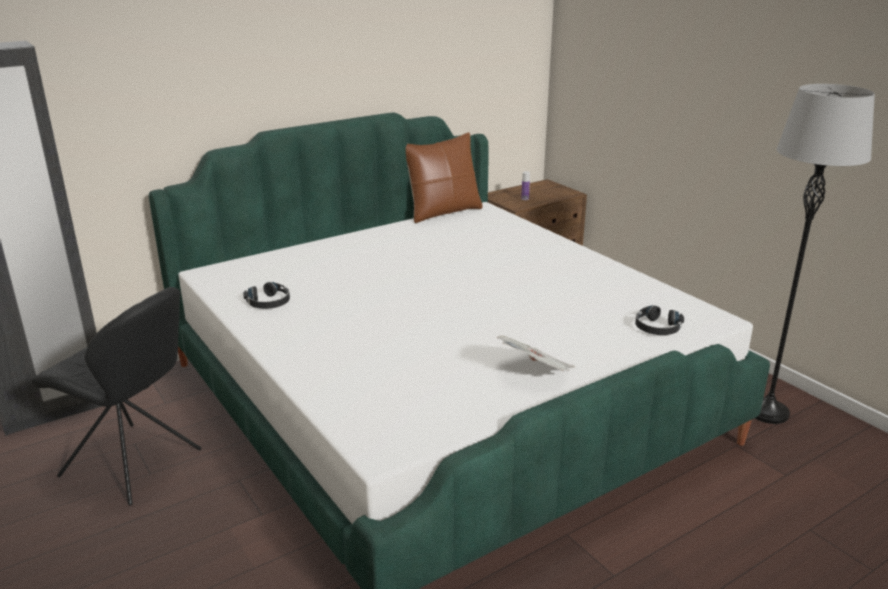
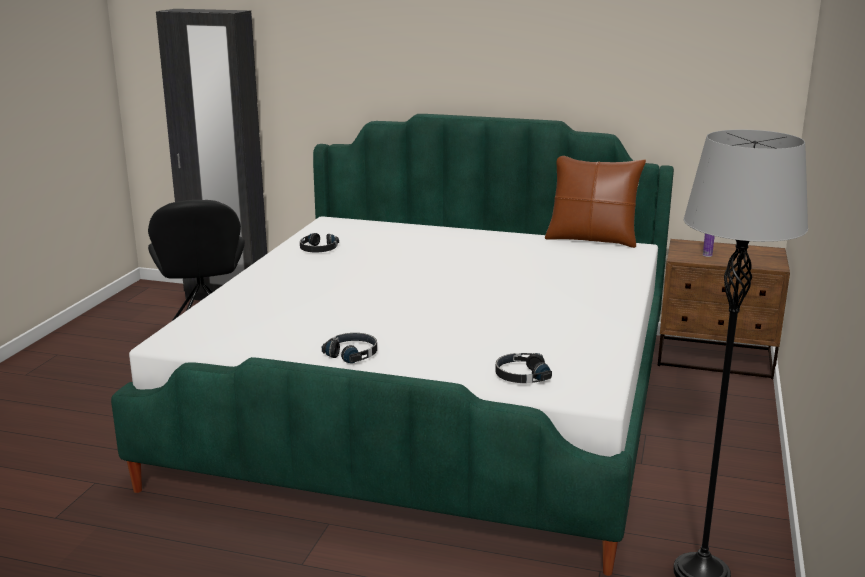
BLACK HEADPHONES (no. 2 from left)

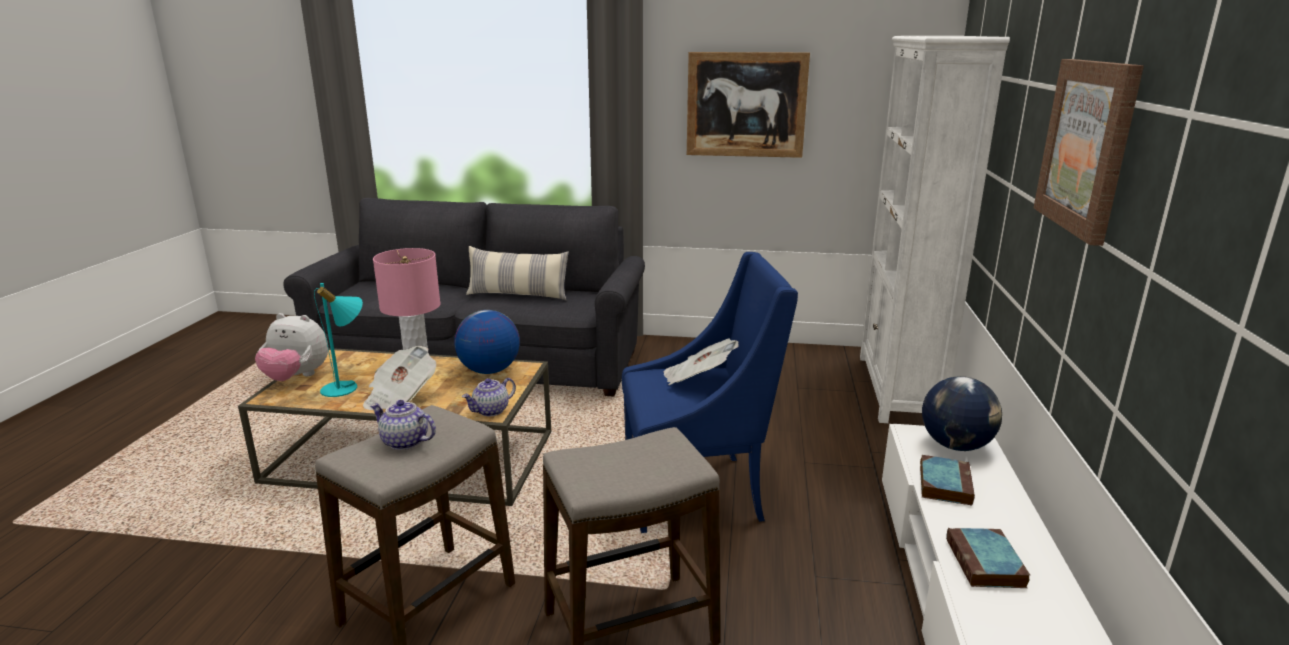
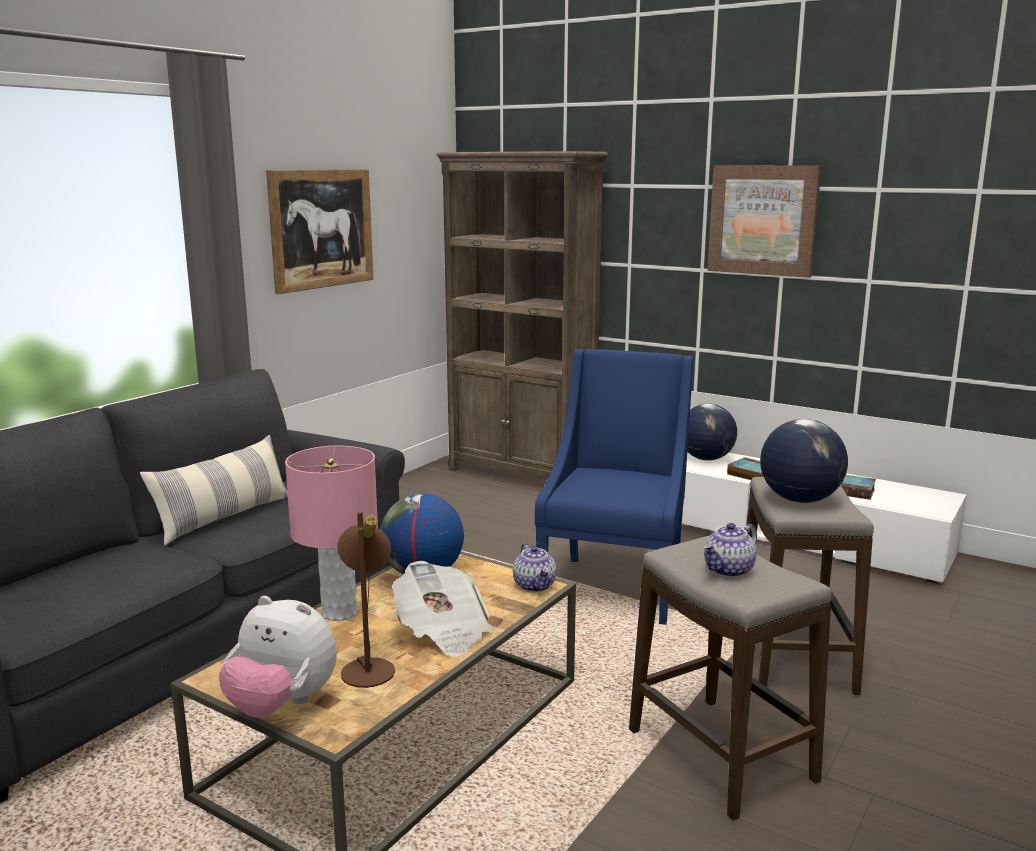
PLUSH TOY
BROWN TABLE LAMP
BROWN BOOKCASE
GLOBE (no. 3 from left)
NEWSPAPER (no. 2 from left in the first image)

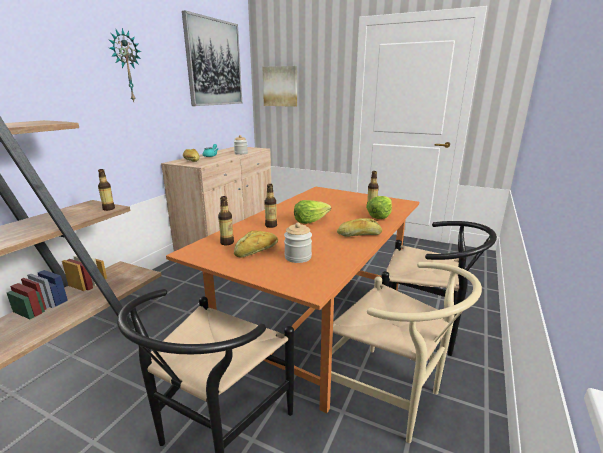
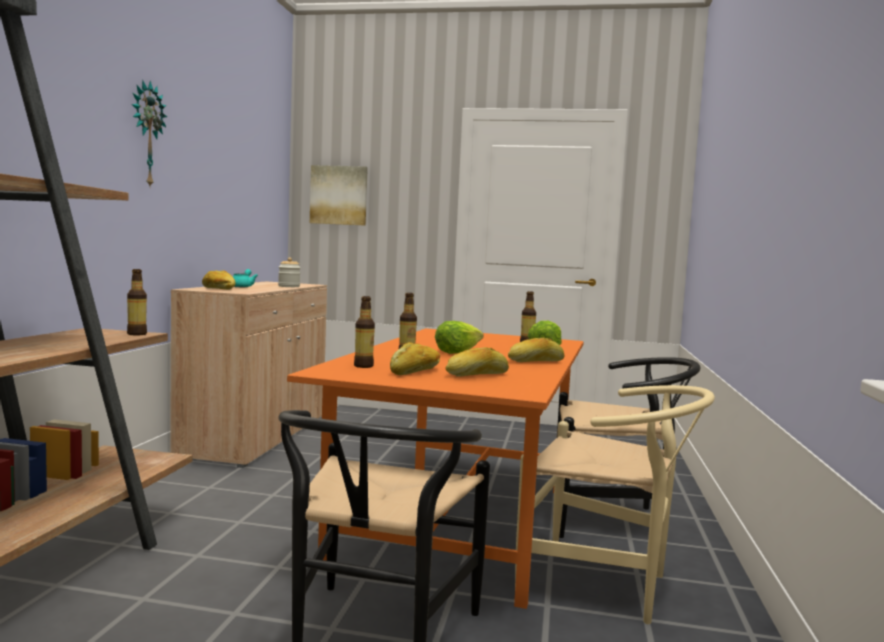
BREAD (no. 3 from left)
PICTURE (no. 1 from left in the first image)

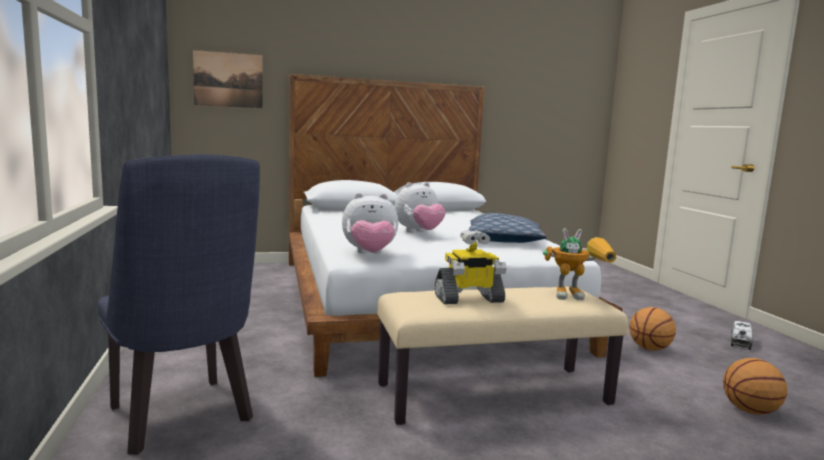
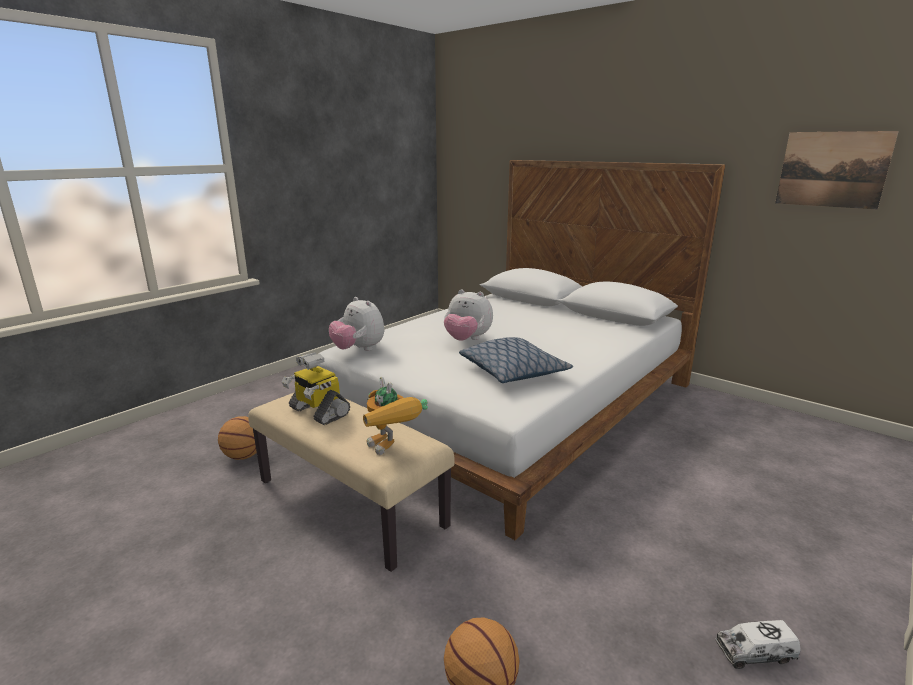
BASKETBALL (no. 1 from left)
PICTURE
BLUE CHAIR

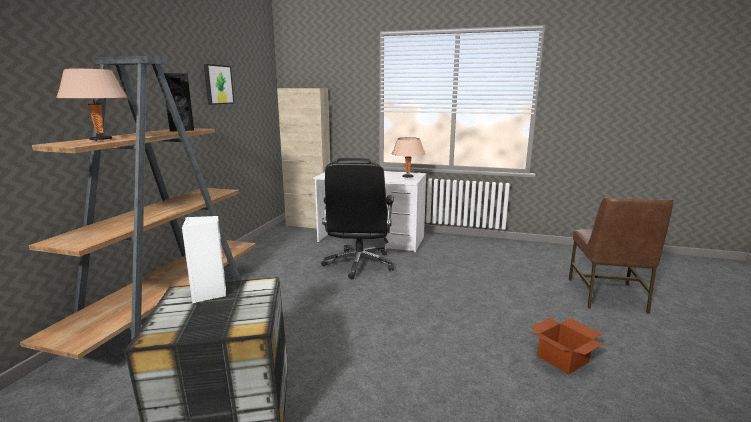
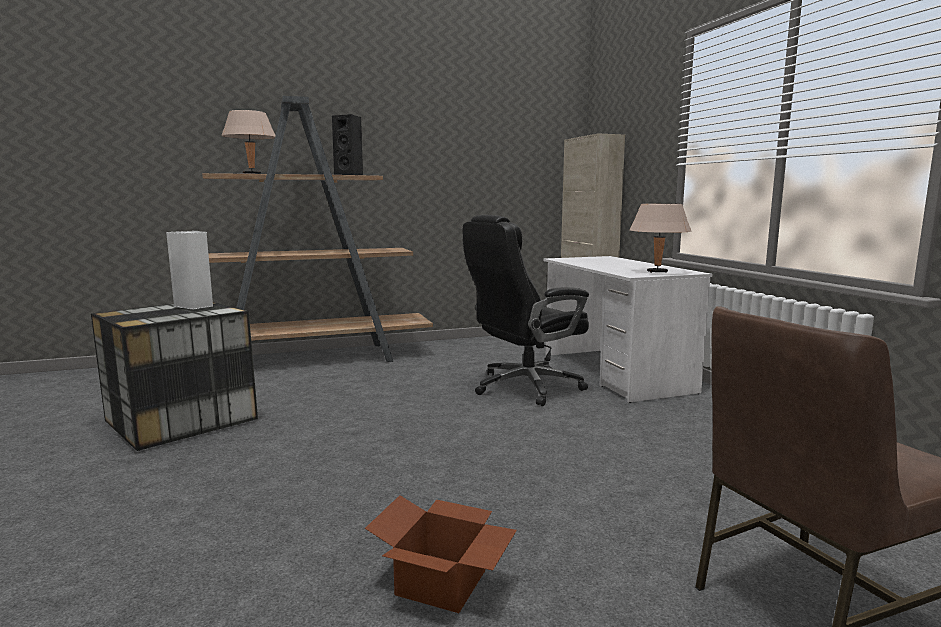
PICTURE

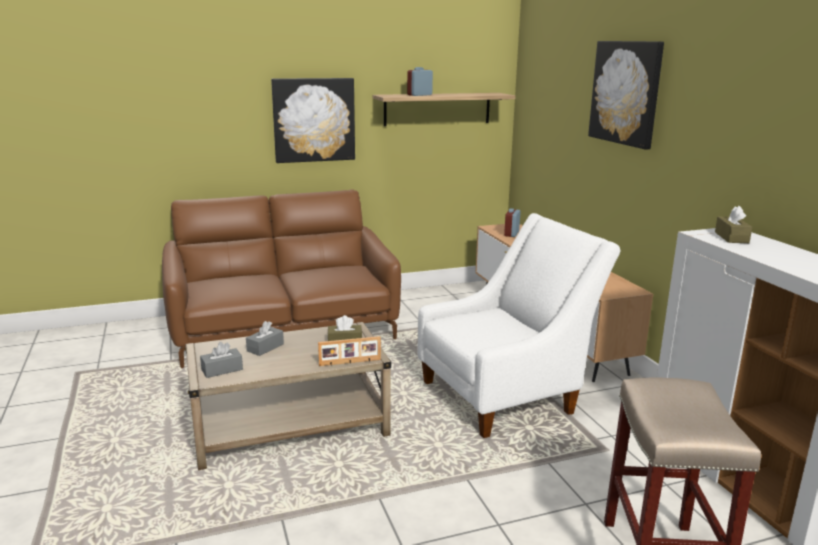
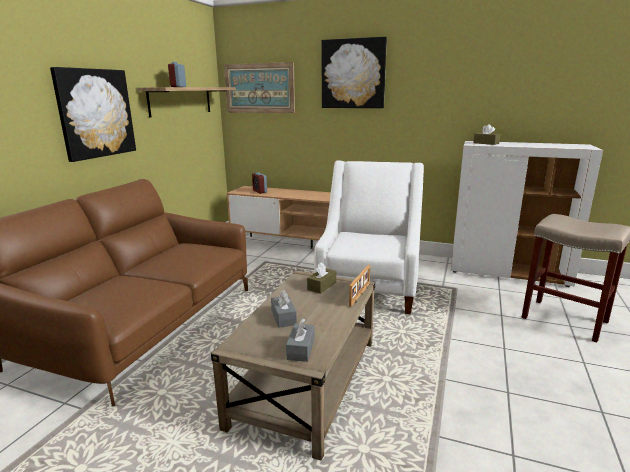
PICTURE (no. 2 from left)

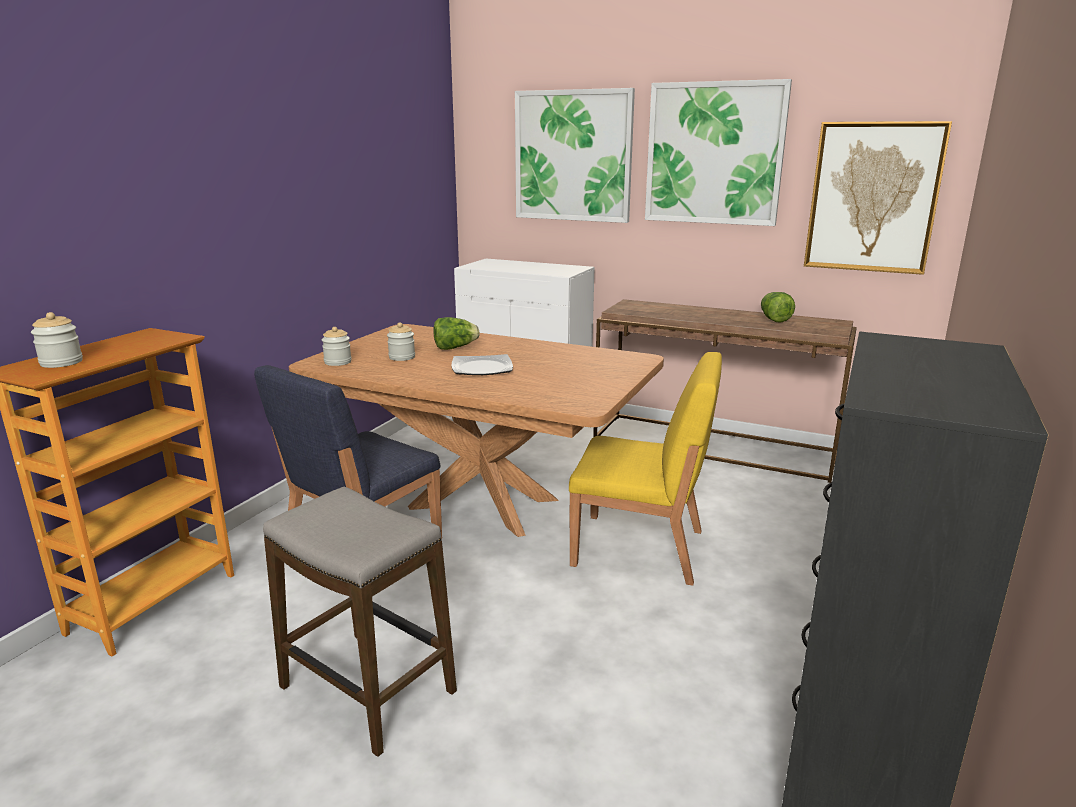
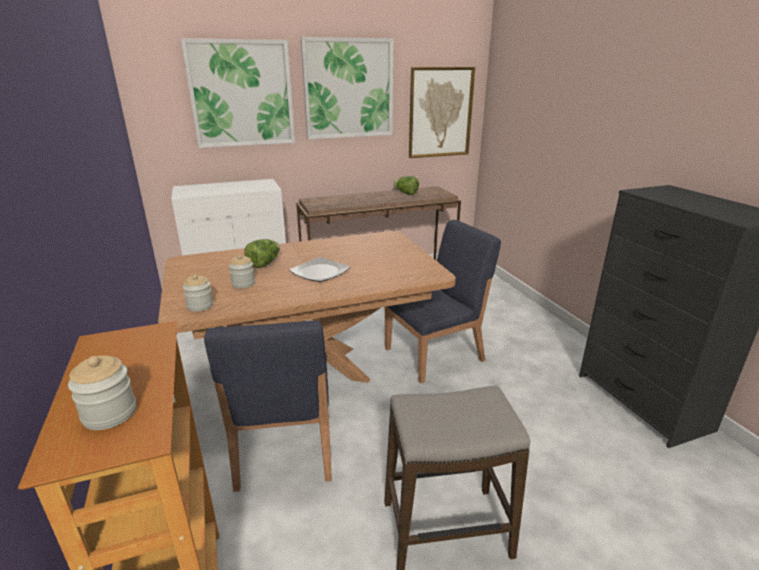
BLUE CHAIR (no. 2 from left)

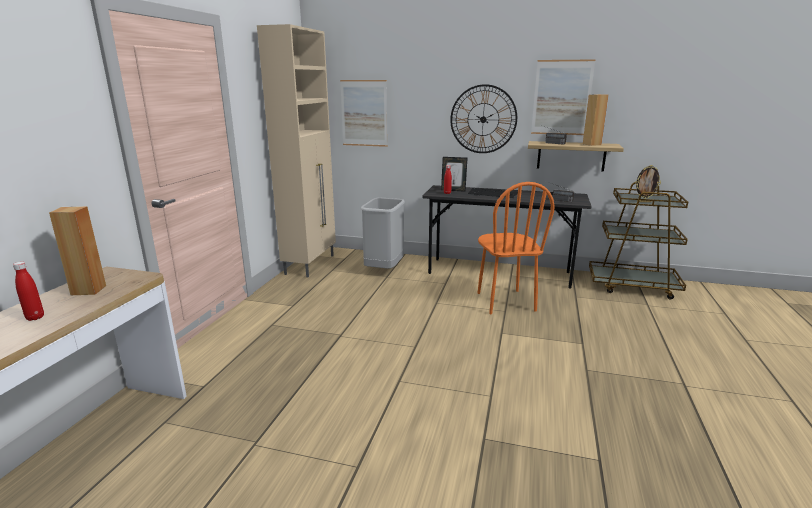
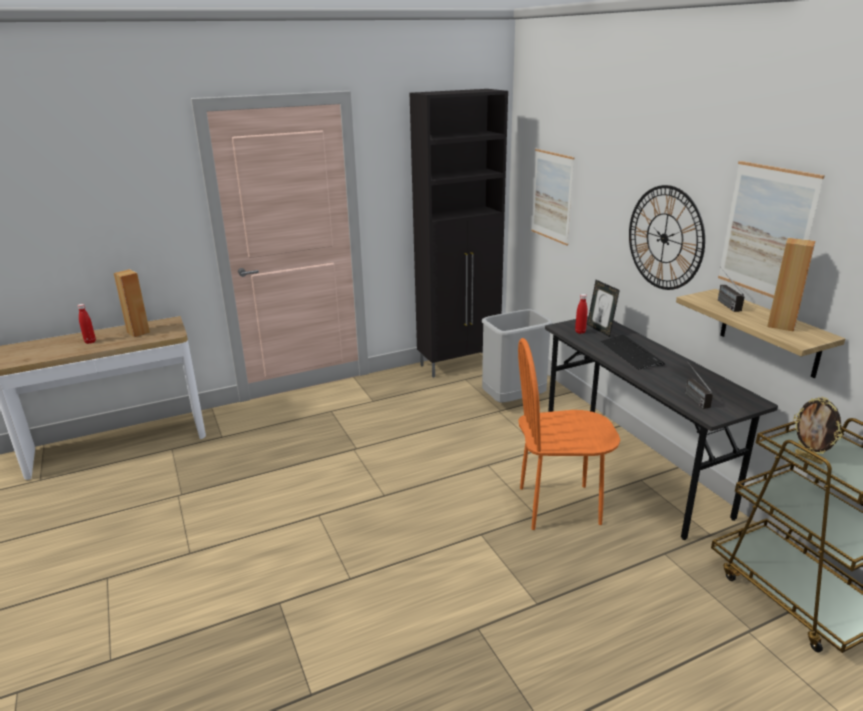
BLACK CABINET
ORANGE CHAIR

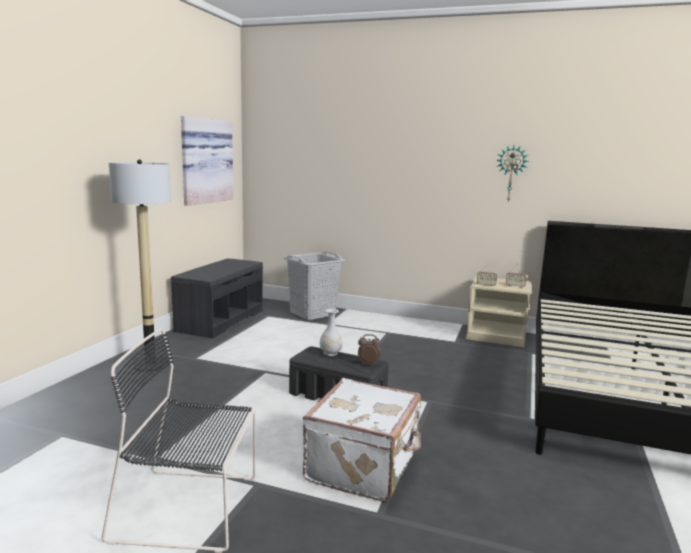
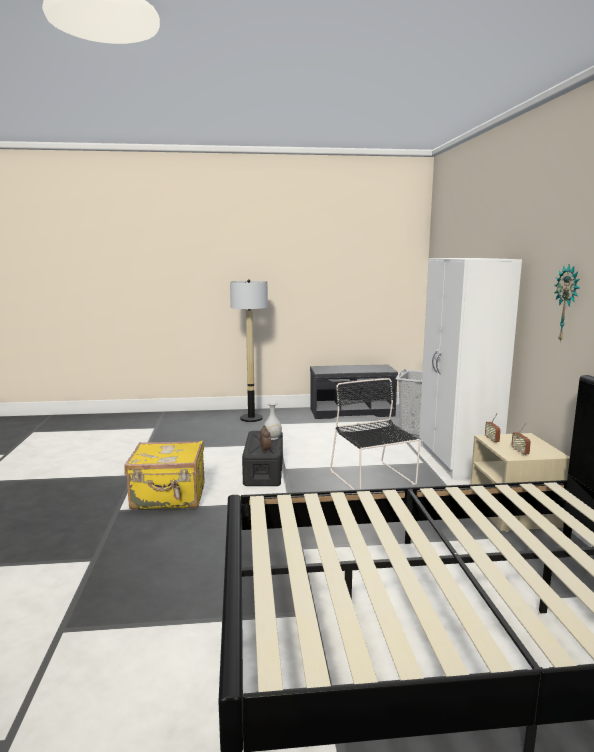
YELLOW SUITCASE
BLACK CHAIR
WHITE WARDROBE
PICTURE

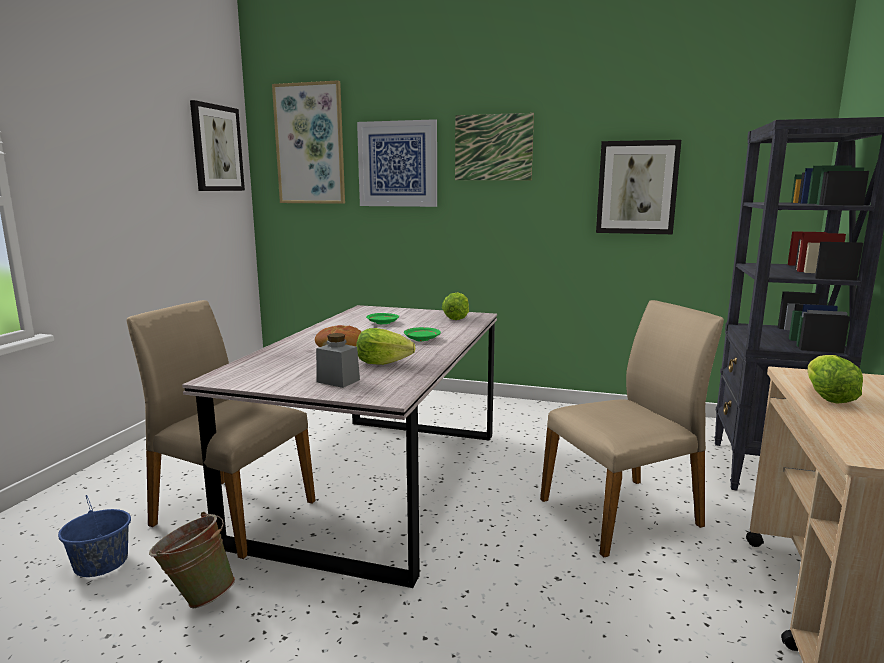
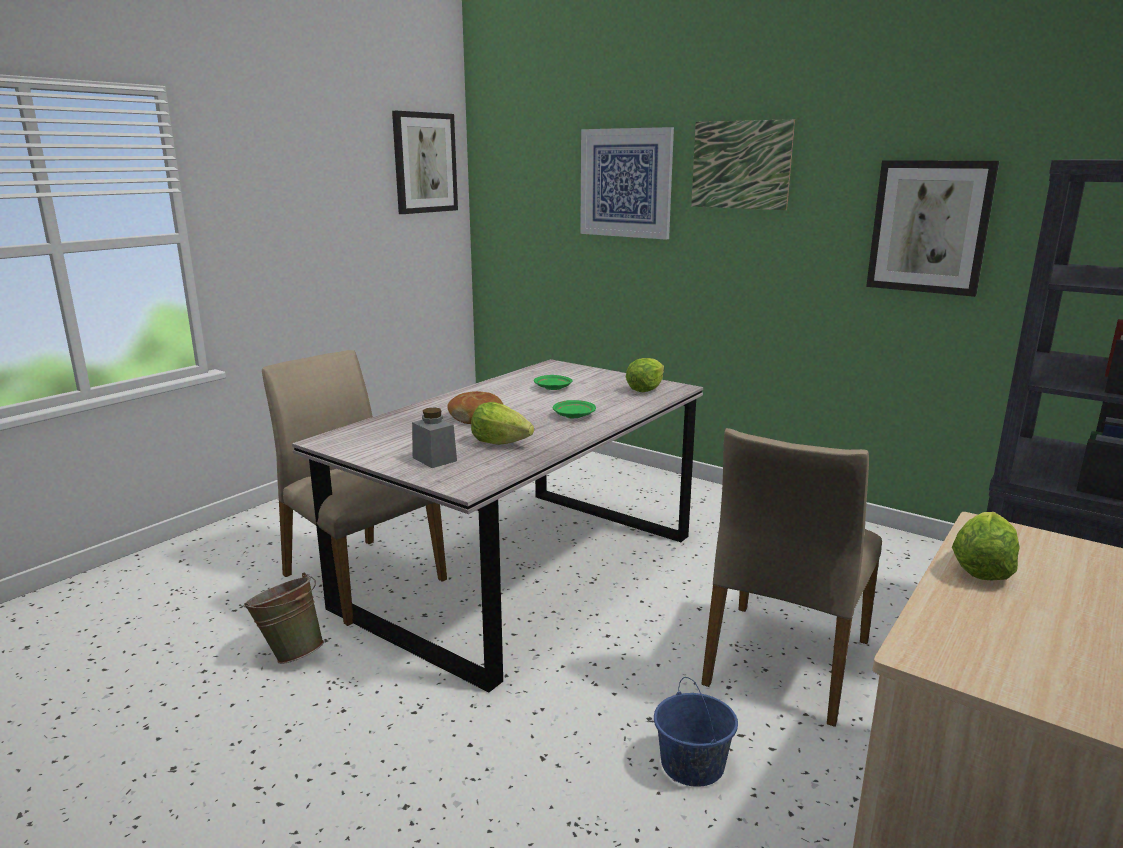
BLUE BUCKET
BEIGE CHAIR (no. 2 from left)
PICTURE (no. 2 from left in the first image)

